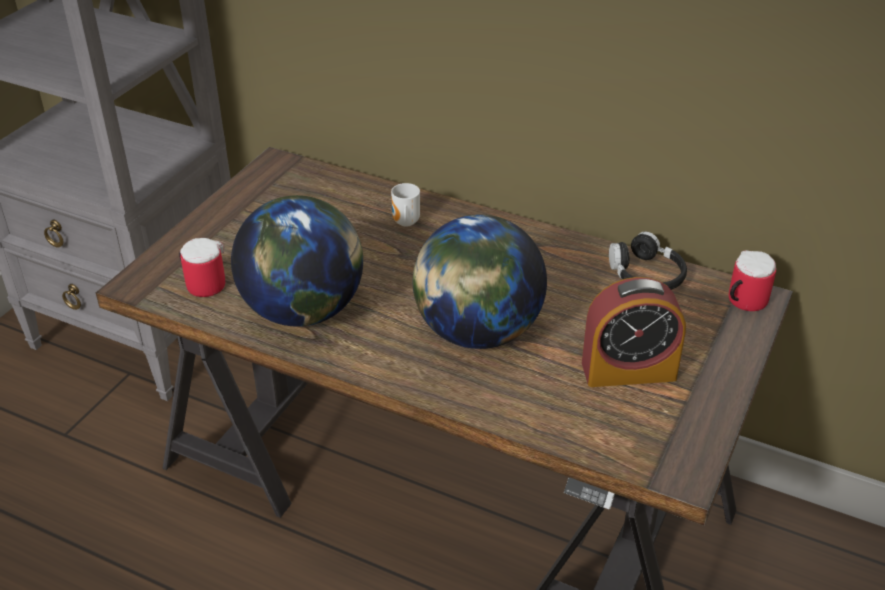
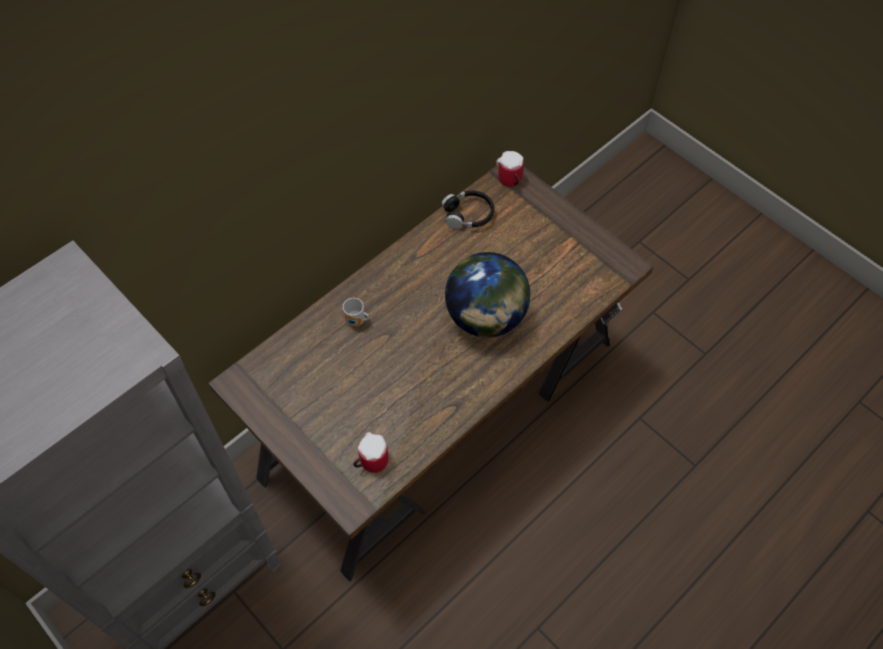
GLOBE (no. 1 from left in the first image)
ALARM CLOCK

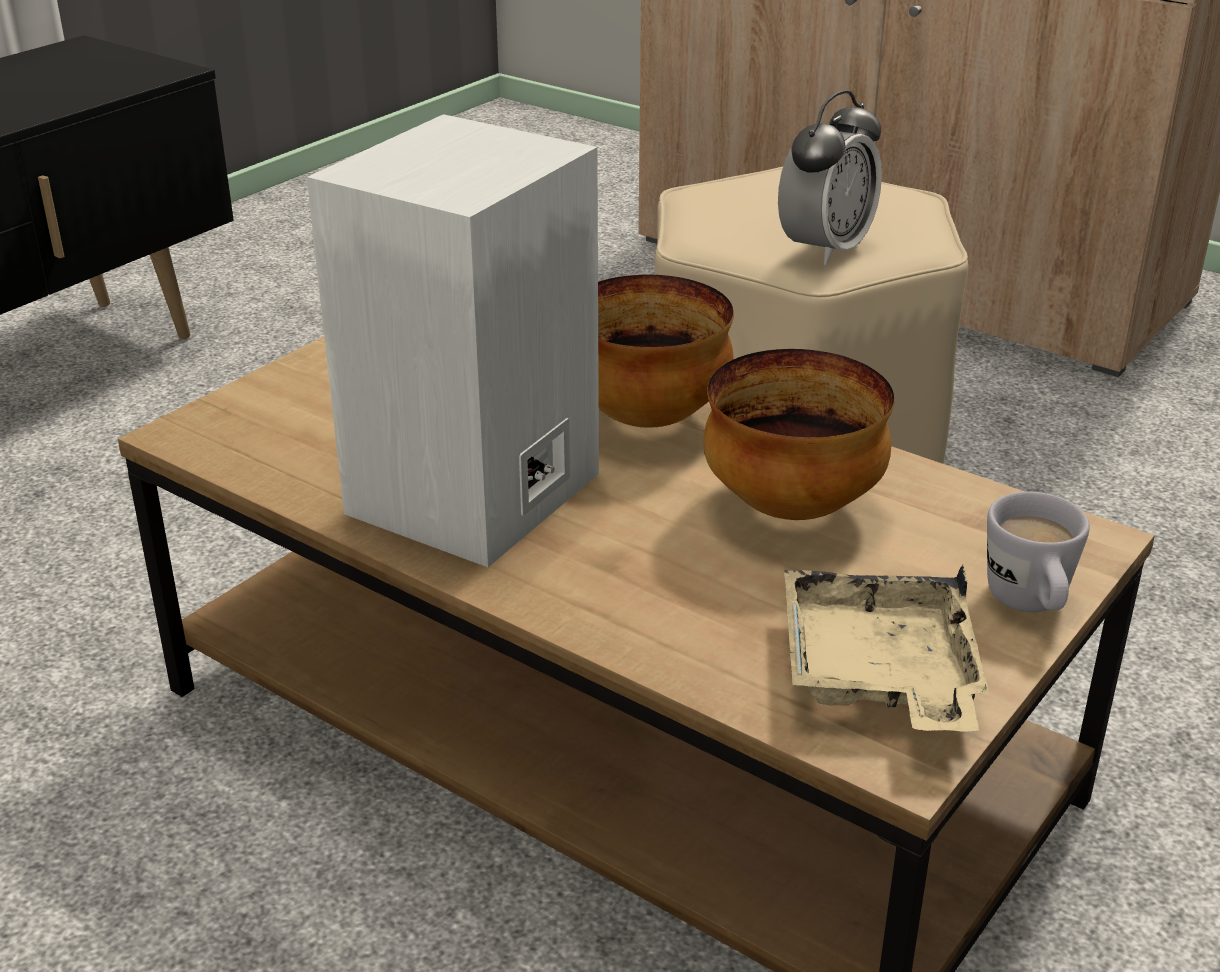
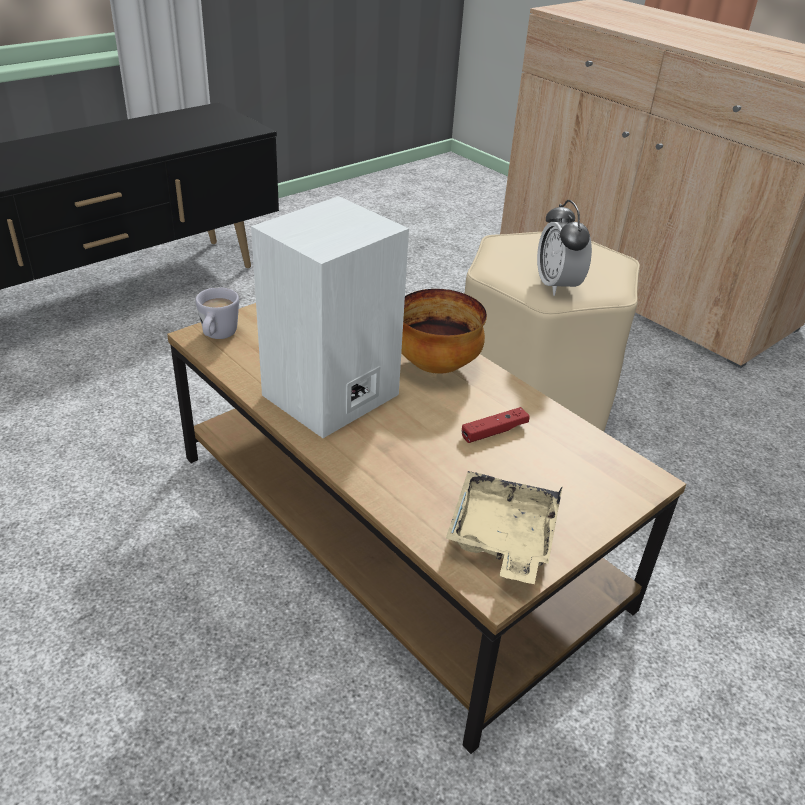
WHITE MUG
RED GAME CONTROLLER
ALARM CLOCK

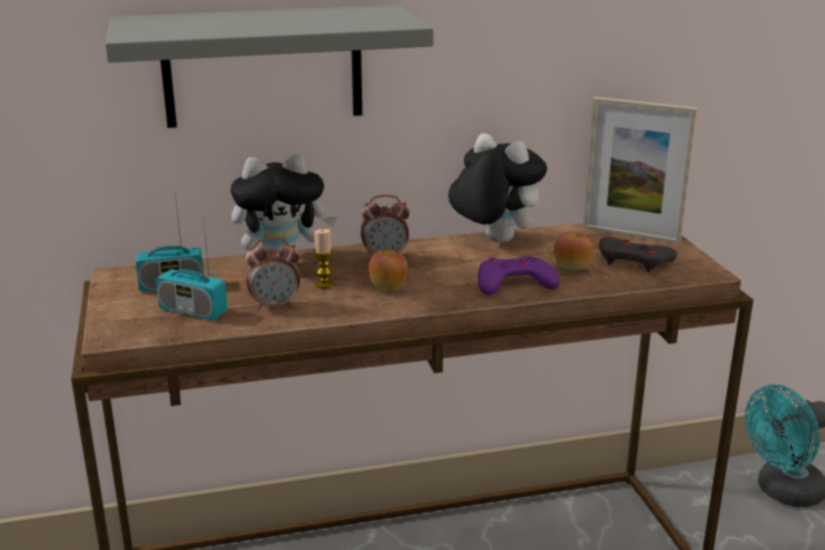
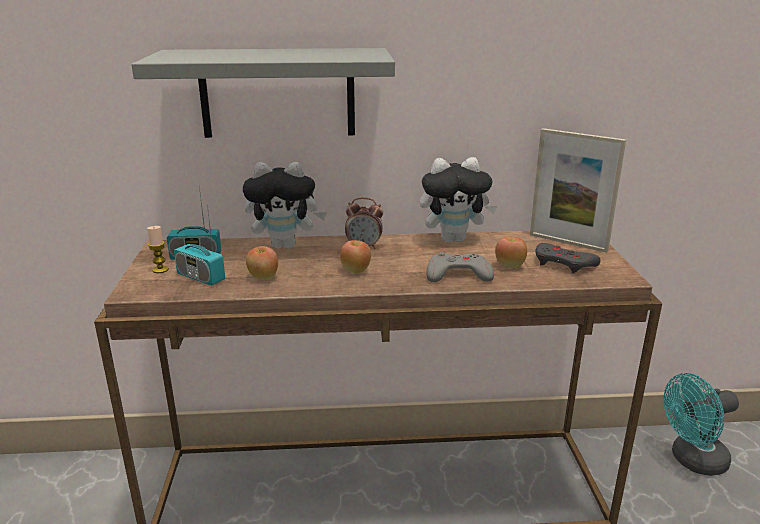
CANDLE
APPLE (no. 1 from left)
PLUSH TOY (no. 2 from left)
GREY GAME CONTROLLER (no. 1 from left)

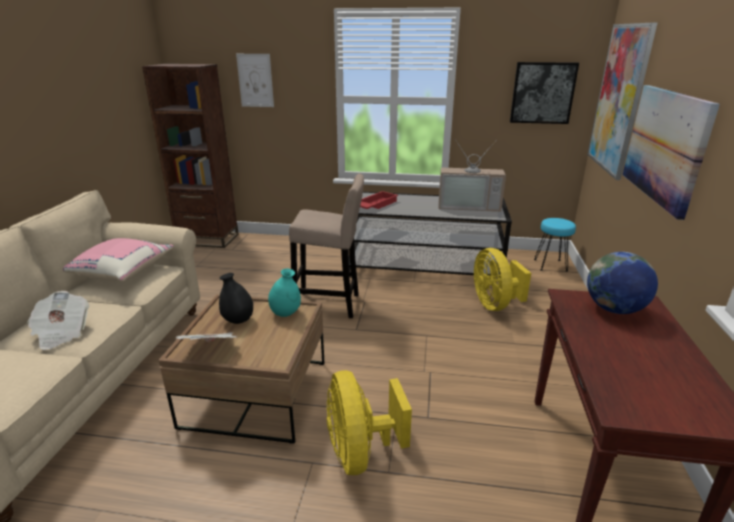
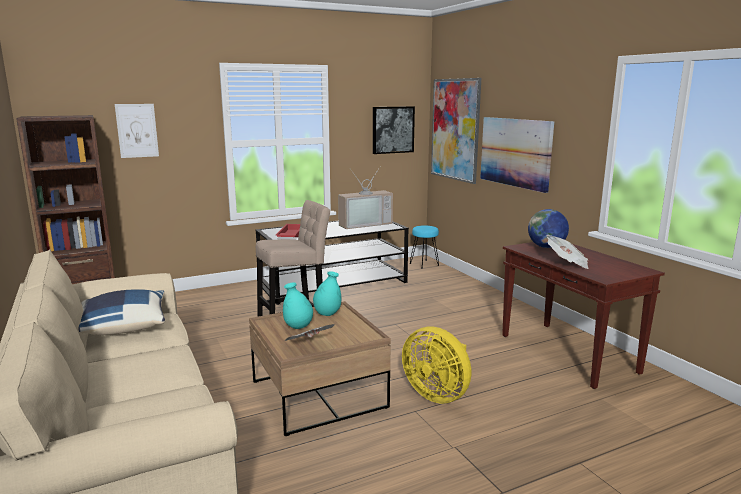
BLUE PILLOW
TURQUOISE VASE (no. 1 from left)
NEWSPAPER (no. 2 from left)
YELLOW FAN (no. 2 from left in the first image)

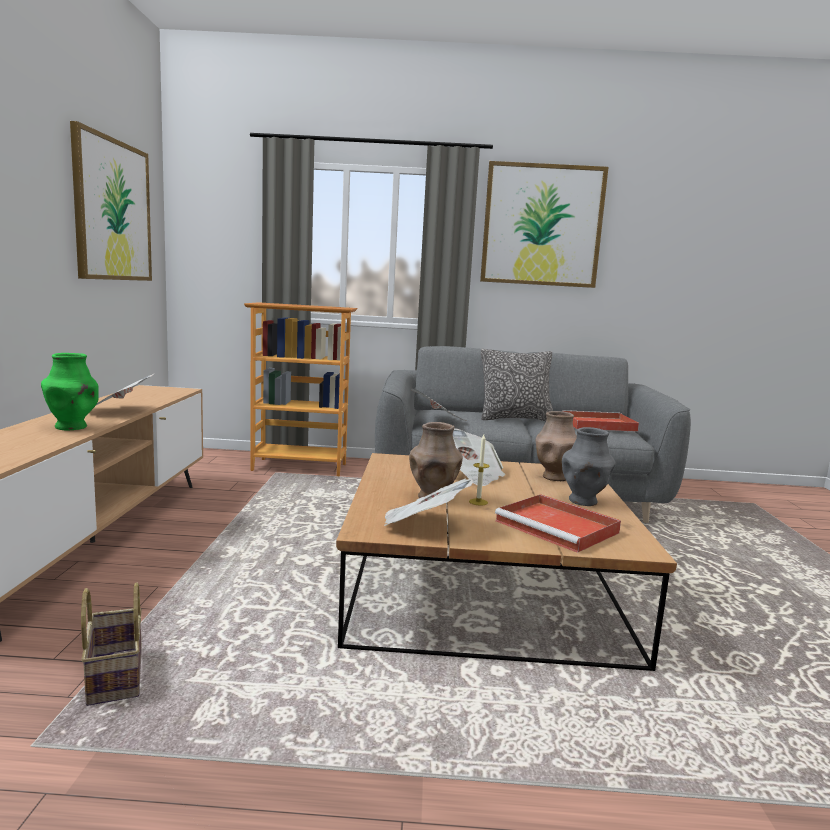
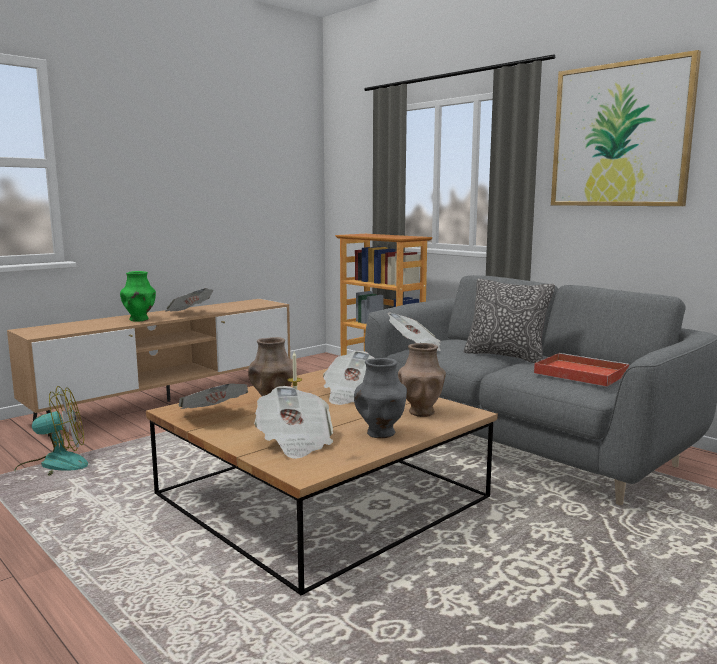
FAN
NEWSPAPER (no. 3 from left)
PICTURE (no. 1 from left in the first image)

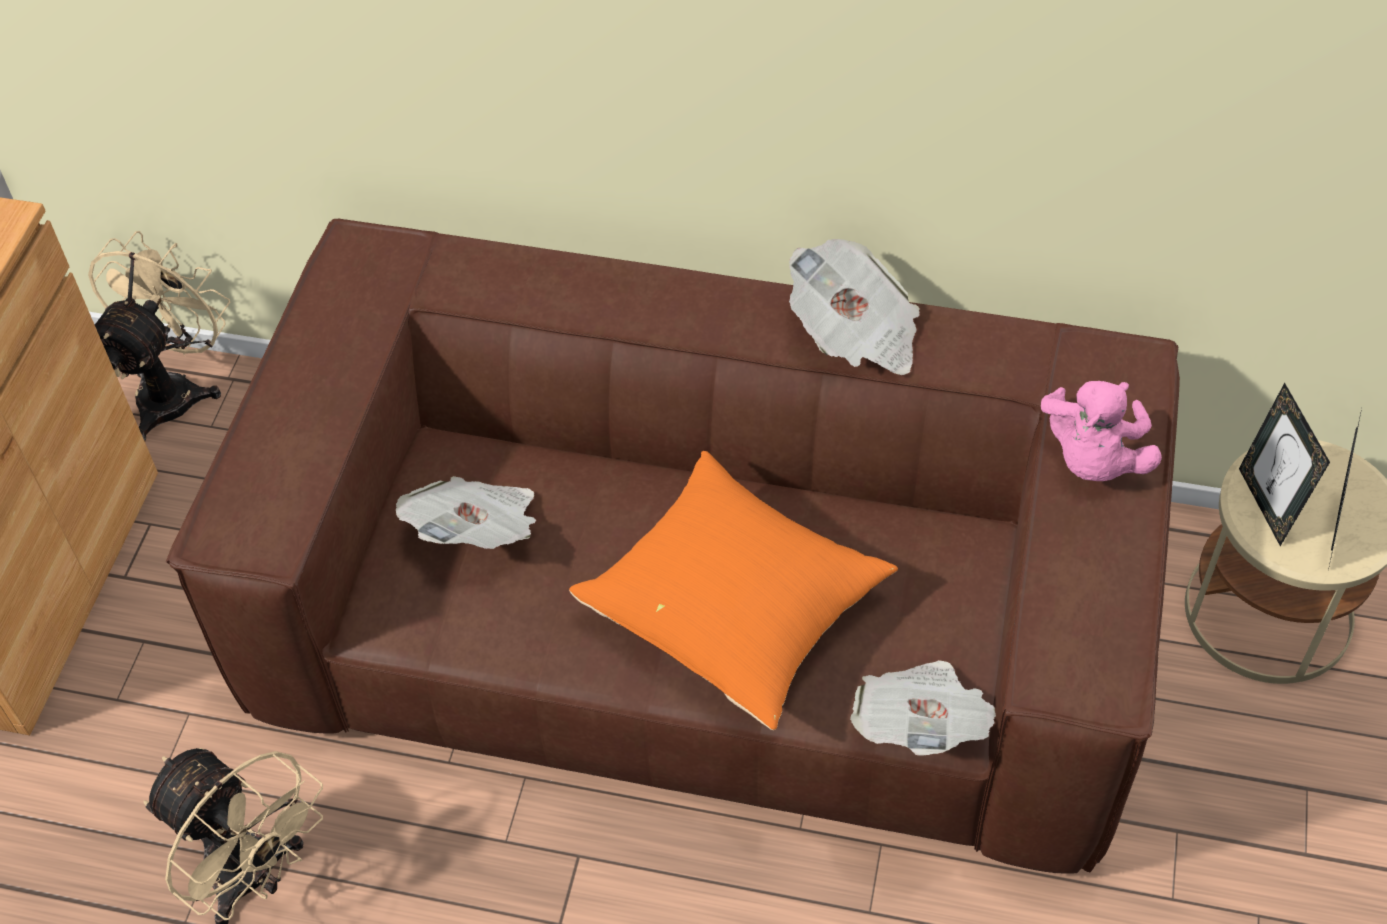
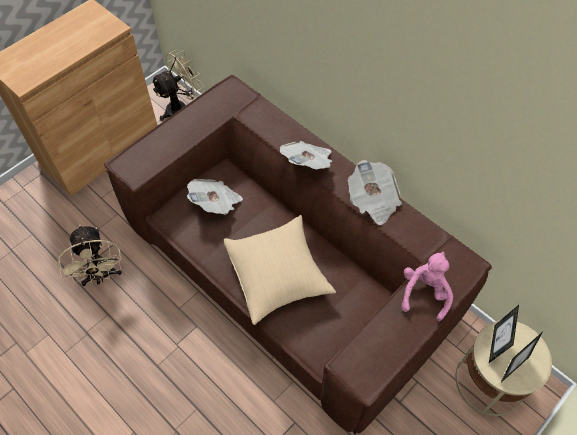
BEIGE PILLOW
NEWSPAPER (no. 2 from left)
PINK PLUSH TOY

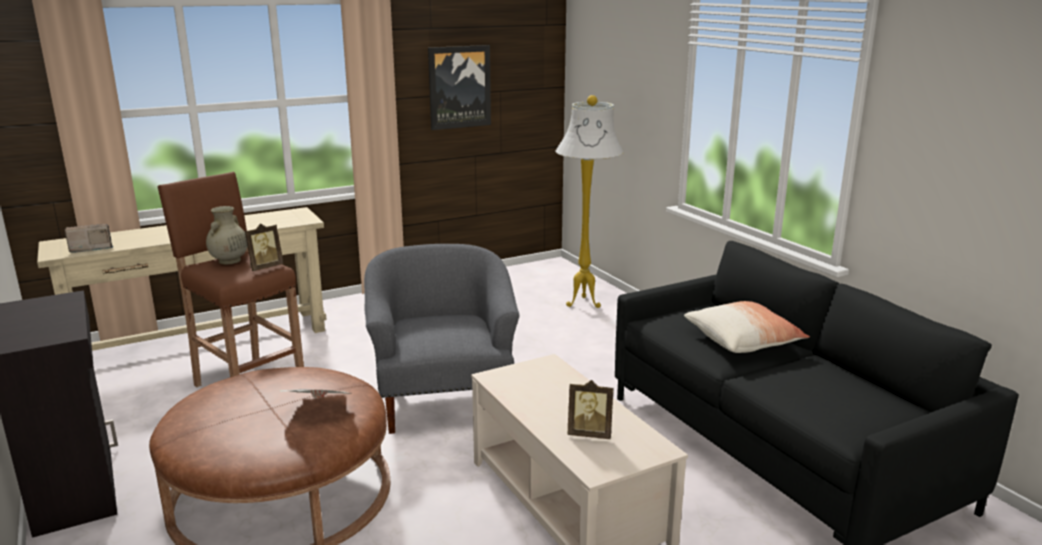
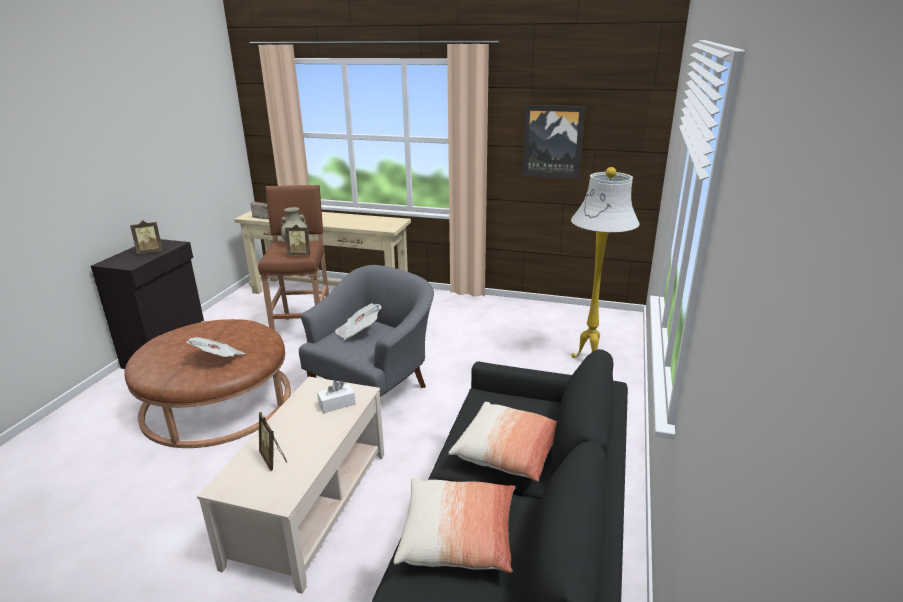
PICTURE FRAME (no. 1 from left)
WHITE TISSUE BOX
NEWSPAPER (no. 2 from left)
PILLOW (no. 1 from left)

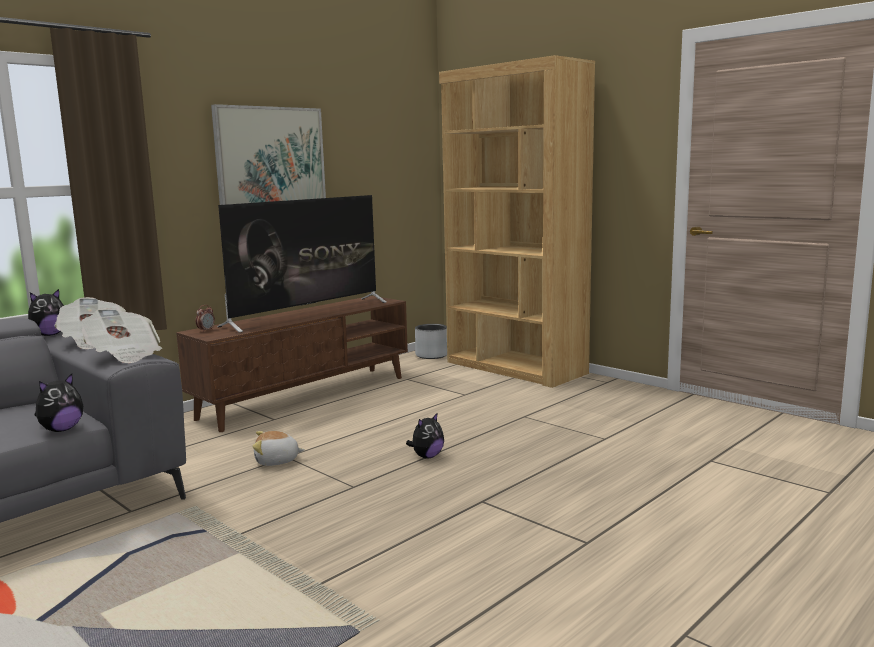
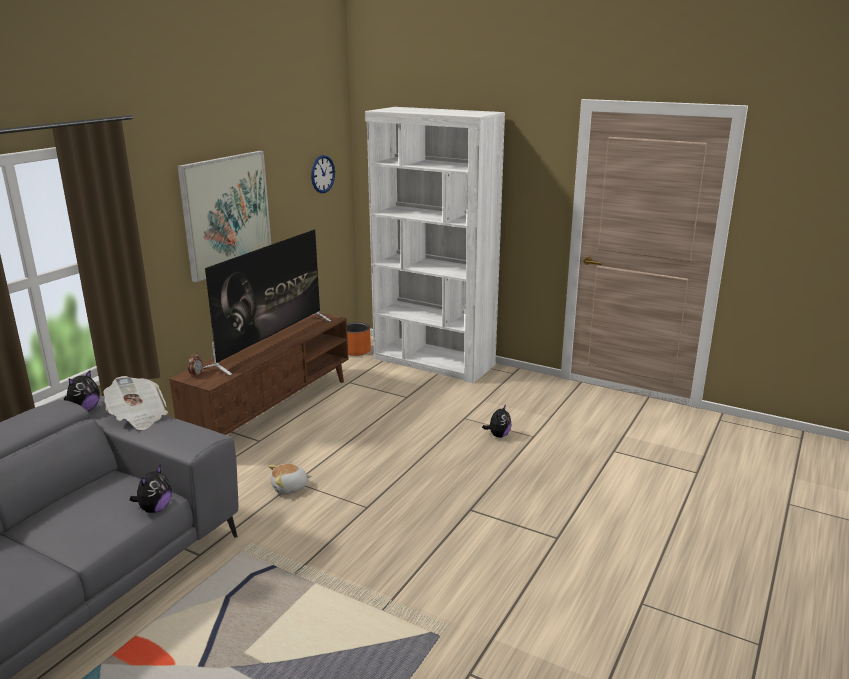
WALL CLOCK
ORANGE PLANTER
WHITE BOOKCASE
PLUSH TOY (no. 4 from left)
NEWSPAPER (no. 2 from left in the first image)

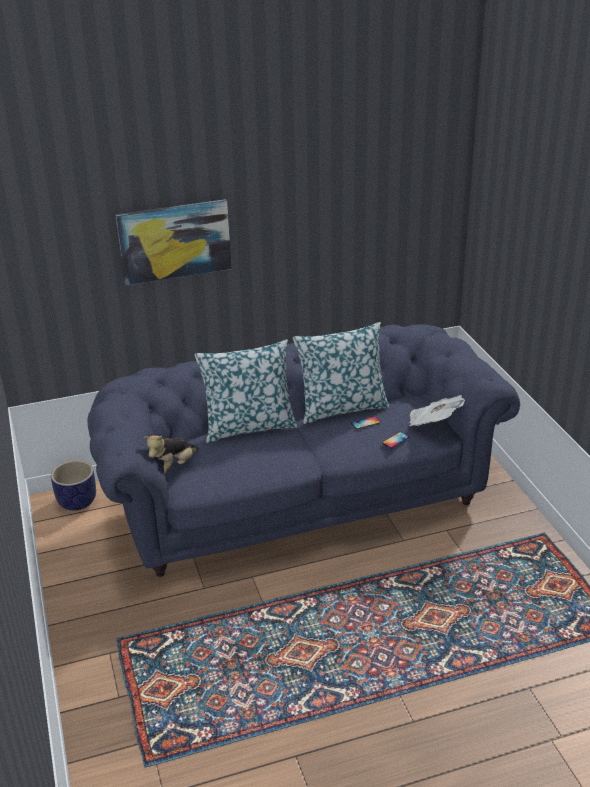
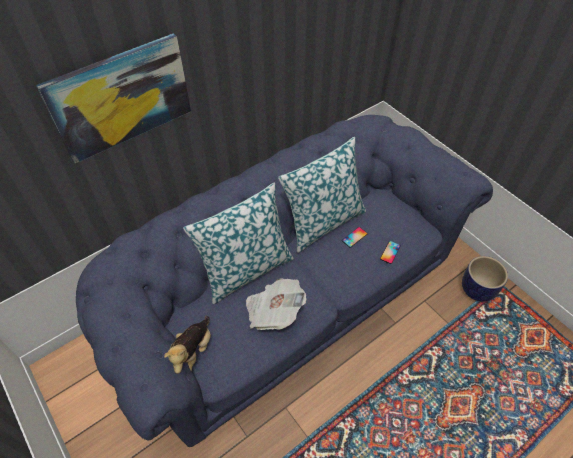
NEWSPAPER
PLANTER

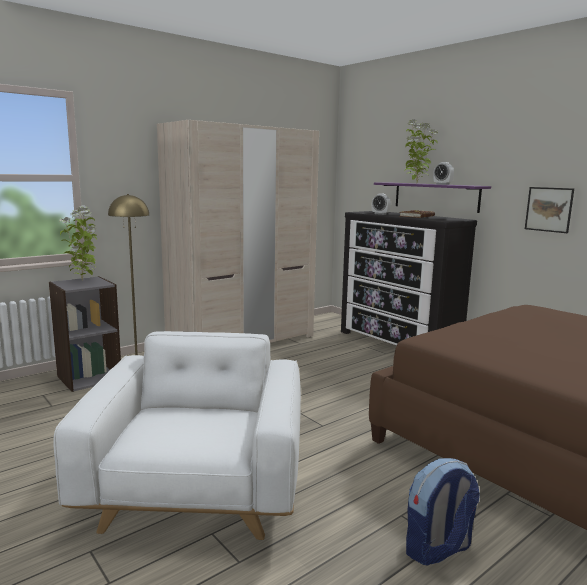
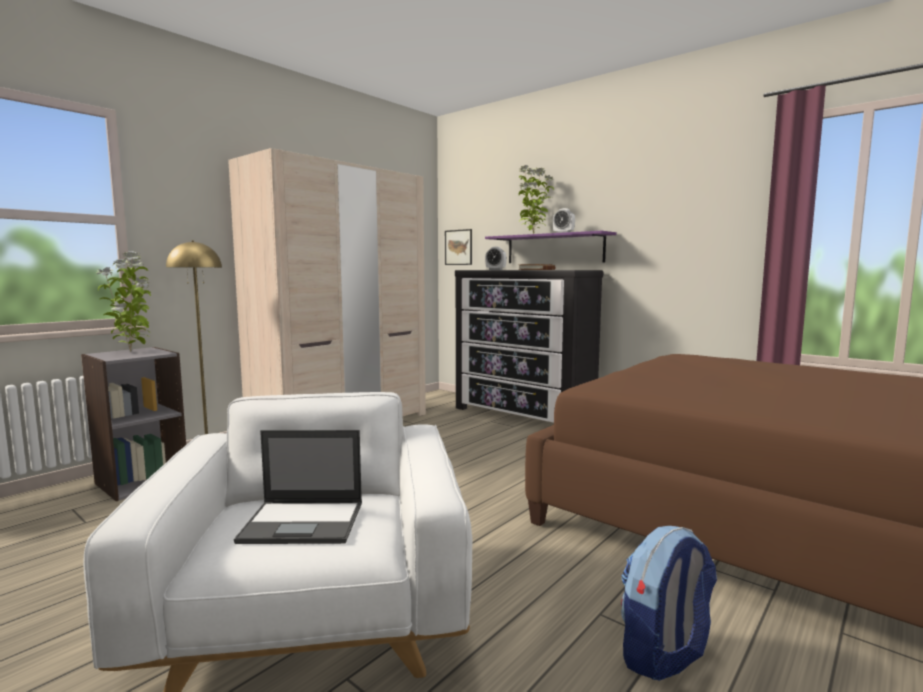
LAPTOP
PICTURE

